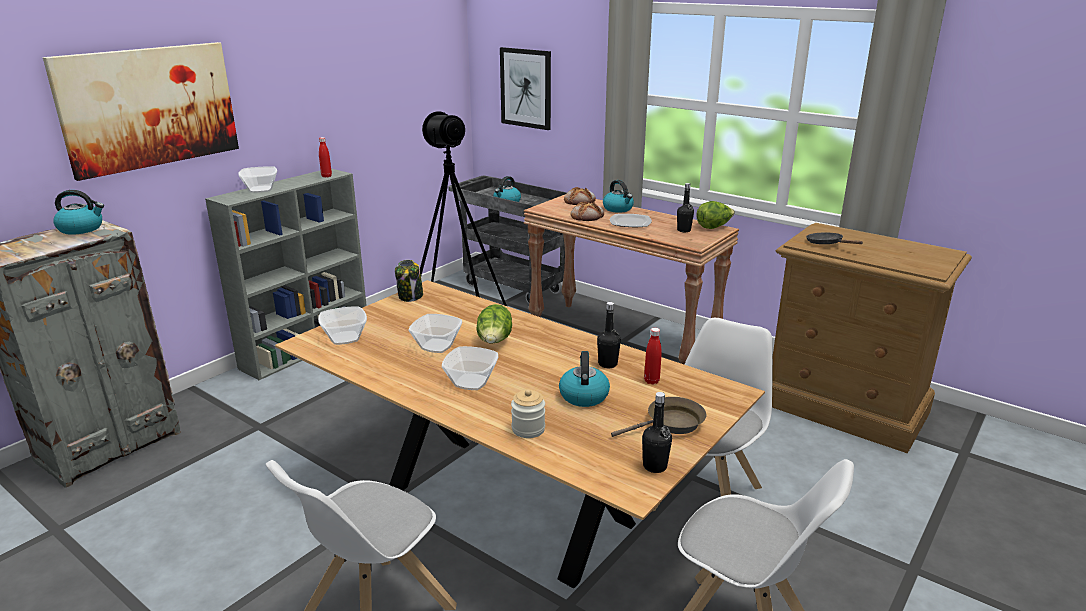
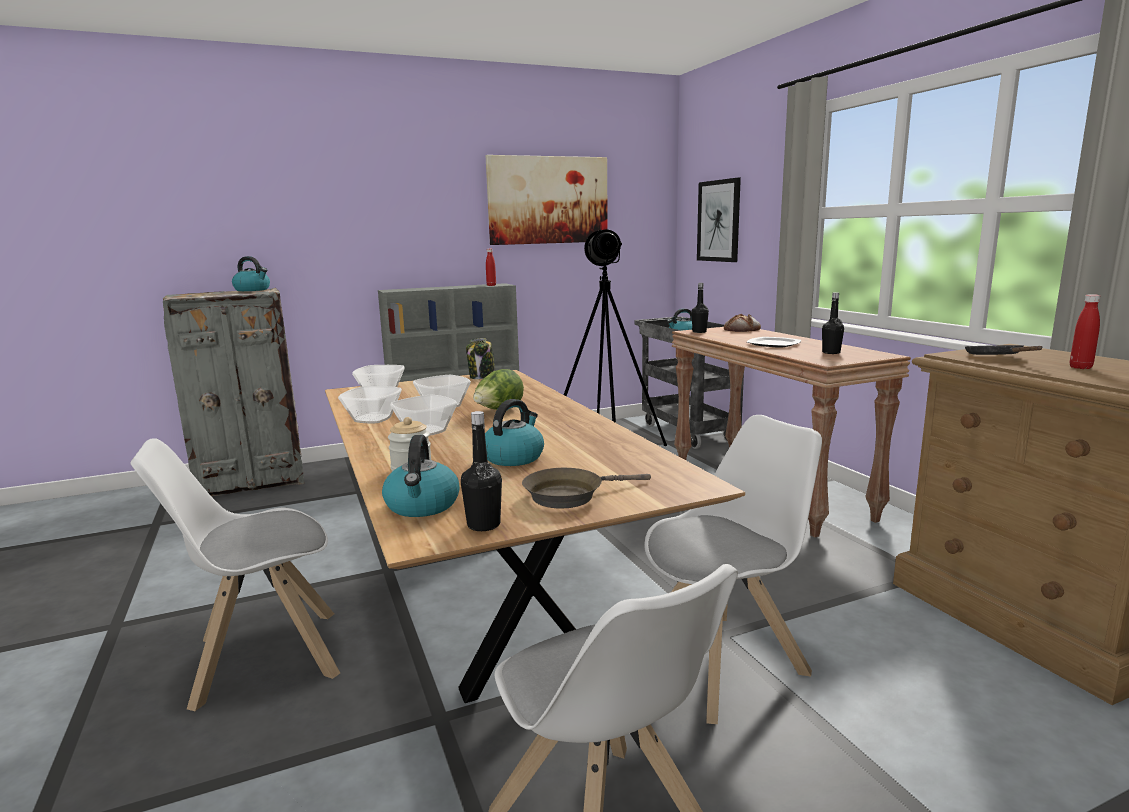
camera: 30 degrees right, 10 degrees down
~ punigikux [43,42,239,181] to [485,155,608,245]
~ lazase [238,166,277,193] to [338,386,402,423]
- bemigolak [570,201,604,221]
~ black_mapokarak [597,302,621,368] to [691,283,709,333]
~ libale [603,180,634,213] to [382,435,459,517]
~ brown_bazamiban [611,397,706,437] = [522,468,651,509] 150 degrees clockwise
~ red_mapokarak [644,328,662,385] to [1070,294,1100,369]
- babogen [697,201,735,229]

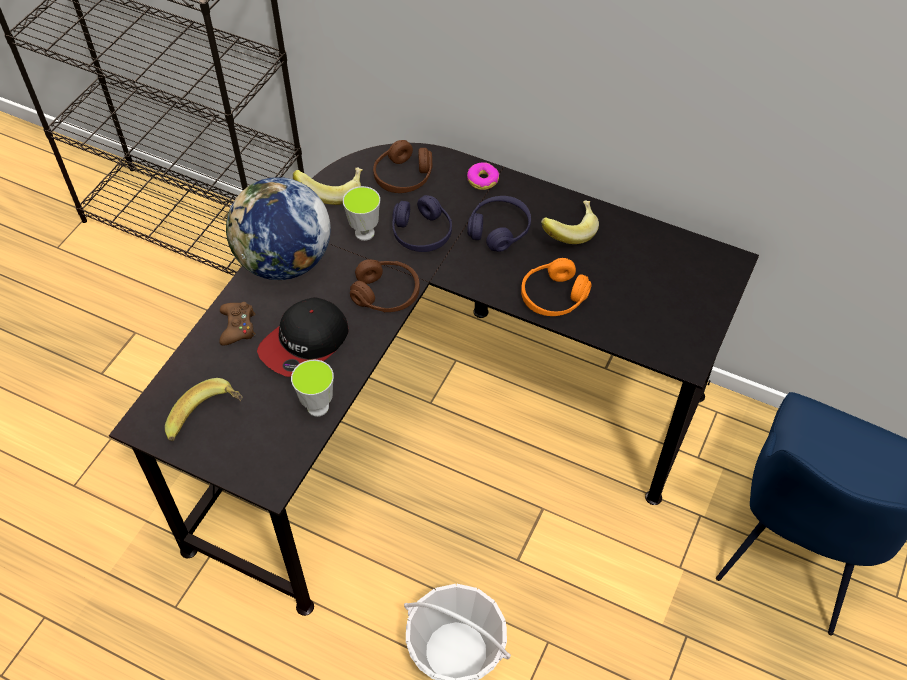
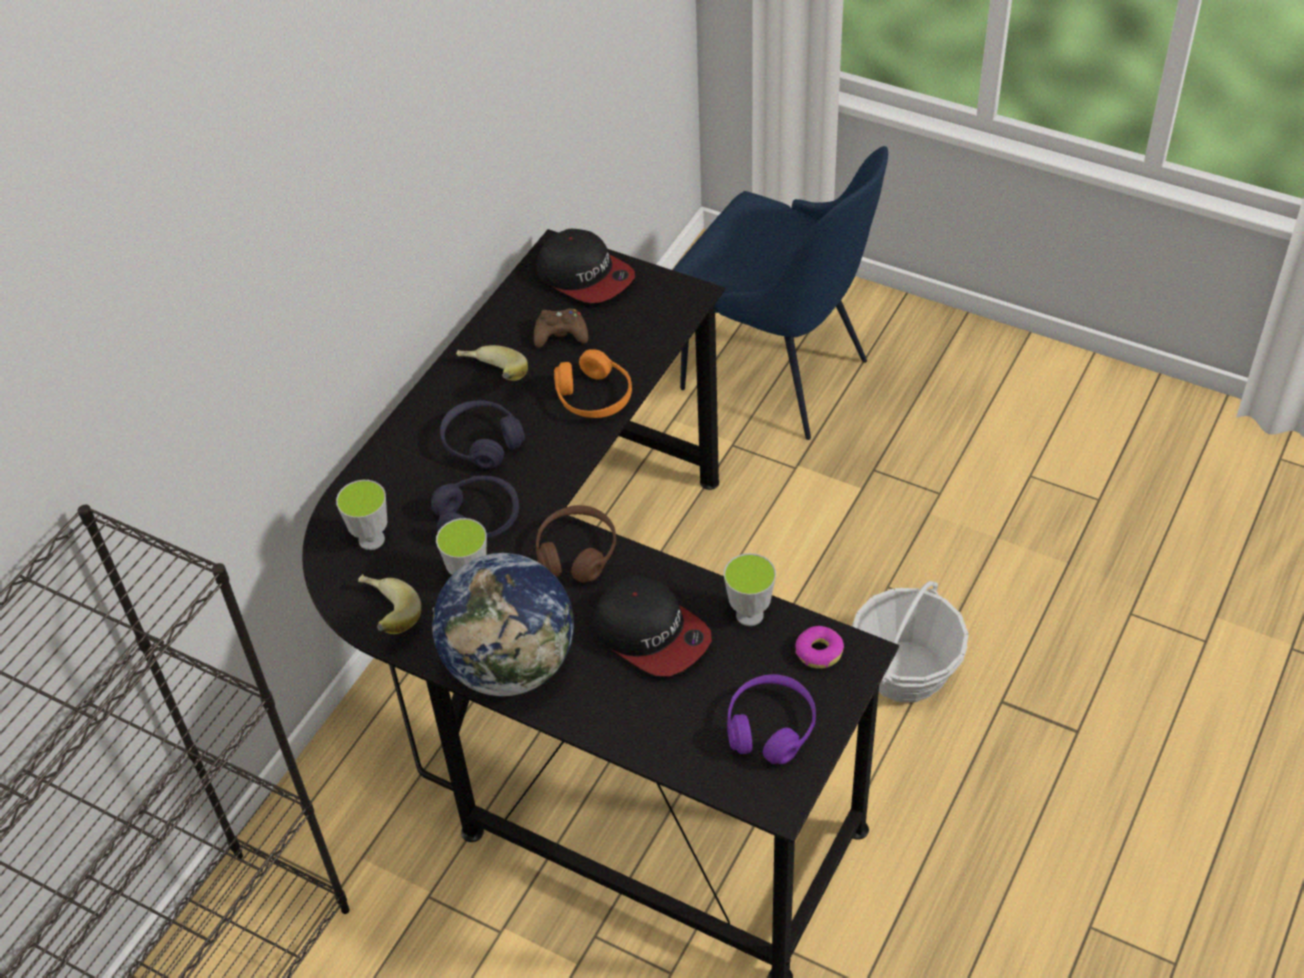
camera: 85 degrees left, 5 degrees down
~ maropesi [165,378,243,441] to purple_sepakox [727,674,816,764]
~ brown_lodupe [219,302,256,345] to [534,308,588,348]
~ brown_sepakox [373,140,432,193] to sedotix [336,480,387,550]
~ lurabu [467,162,499,190] to [795,626,844,669]
+ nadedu [536,229,635,303]

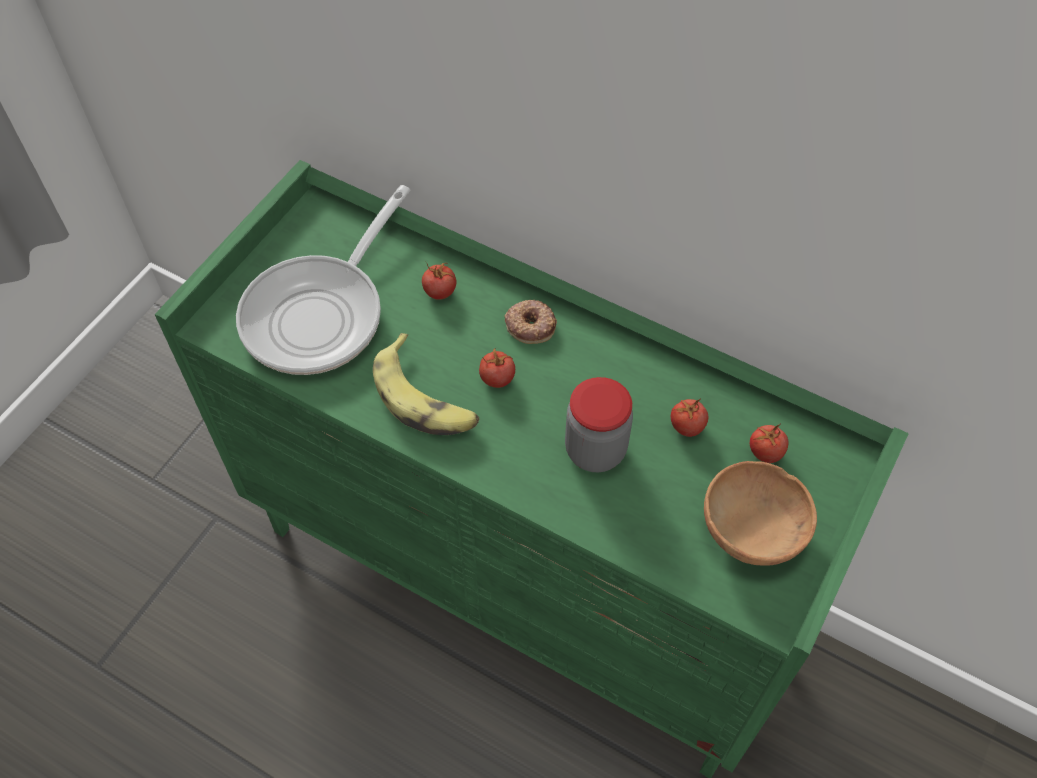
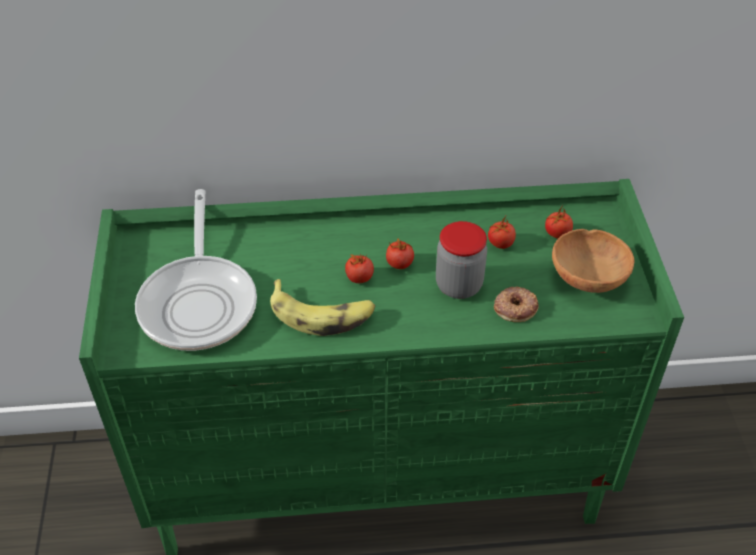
camera: 35 degrees left, 10 degrees down
~ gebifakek [422,262,456,299] to [386,238,414,269]
~ lurabu [505,300,557,344] to [494,287,539,322]

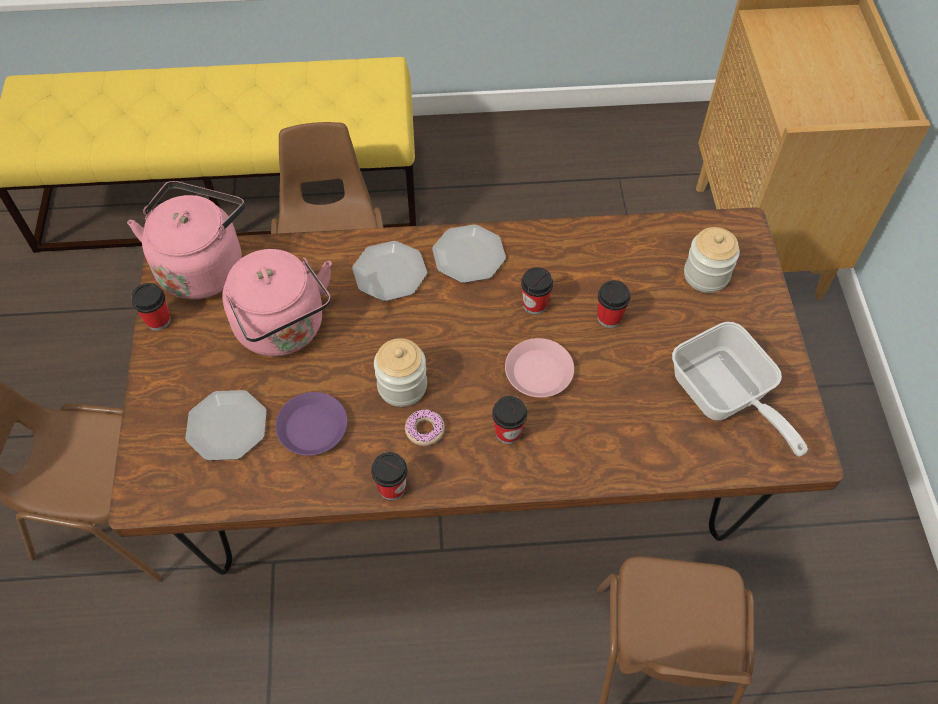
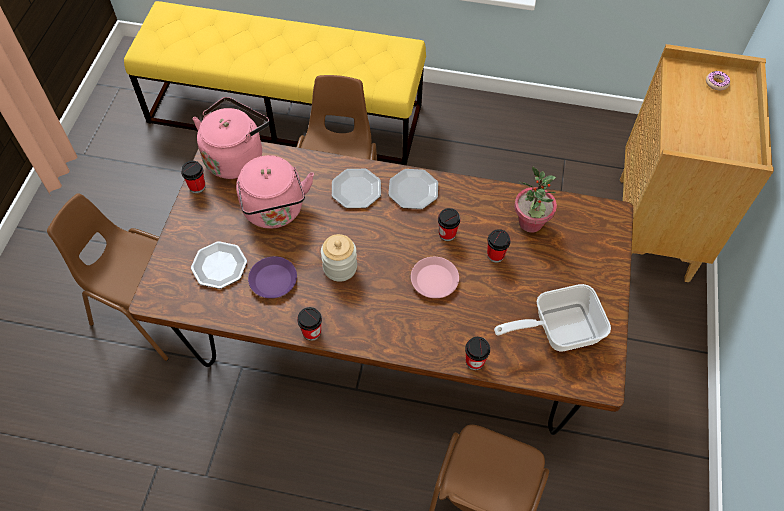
camera: 15 degrees right, 0 degrees up
~ lurabu [405,409,445,446] to [706,71,730,90]
~ sedotix [492,396,527,444] to [465,337,490,370]
~ bazamiban [672,322,808,457] = [494,284,611,352] 90 degrees clockwise
- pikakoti [684,227,740,293]
+ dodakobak [514,167,557,233]

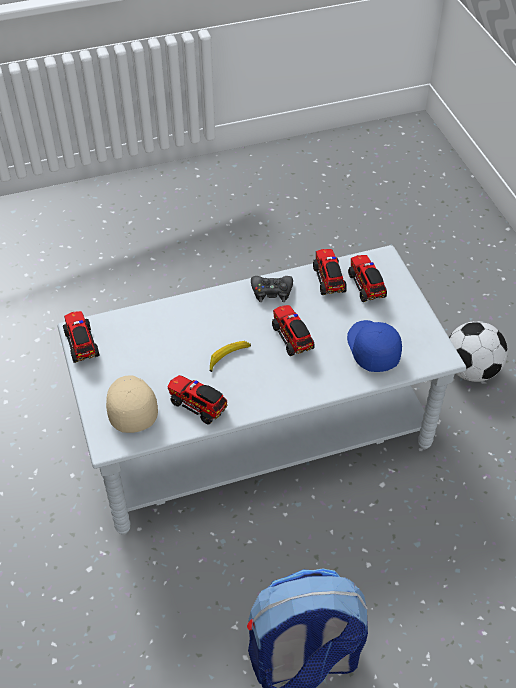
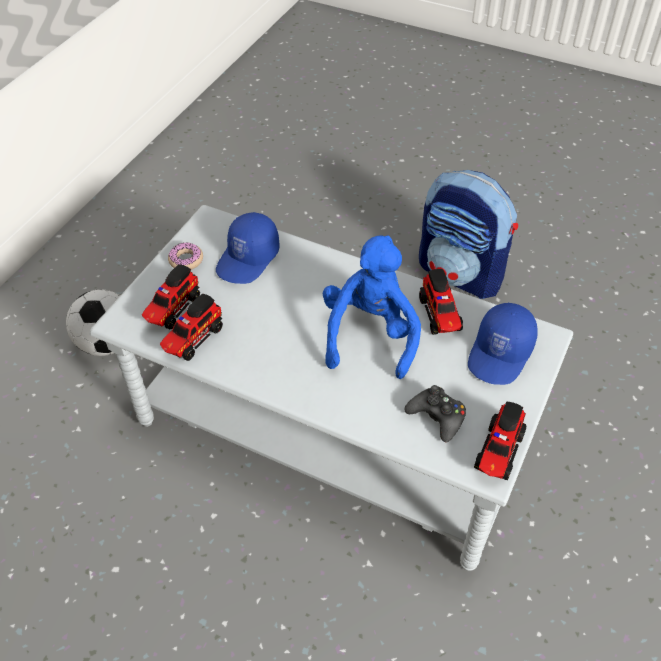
camera: 135 degrees left, 0 degrees up
~ beige_nadedu [106,375,158,433] to blue_nadedu [468,302,538,385]
~ maropesi [209,341,251,372] to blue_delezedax [323,235,421,379]
~ black_lodupe [251,276,293,302] to [404,385,466,443]
- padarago [272,305,314,356]
+ lurabu [168,242,203,270]

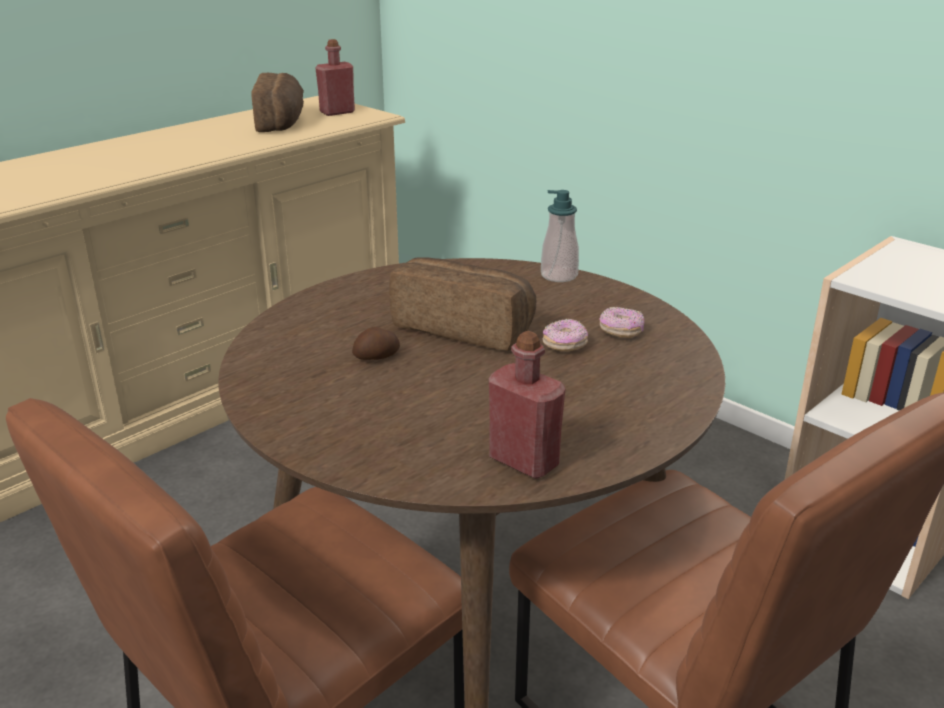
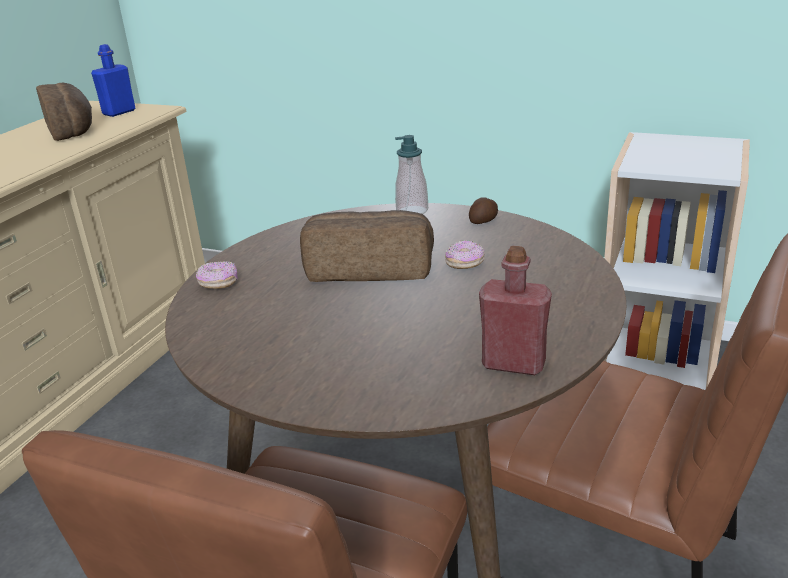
camera: 20 degrees left, 0 degrees up
~ red_mapokarak [315,39,355,116] to blue_mapokarak [91,44,135,117]
~ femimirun [352,327,400,360] to [469,197,498,224]
~ lurabu [600,307,644,338] to [196,261,238,289]

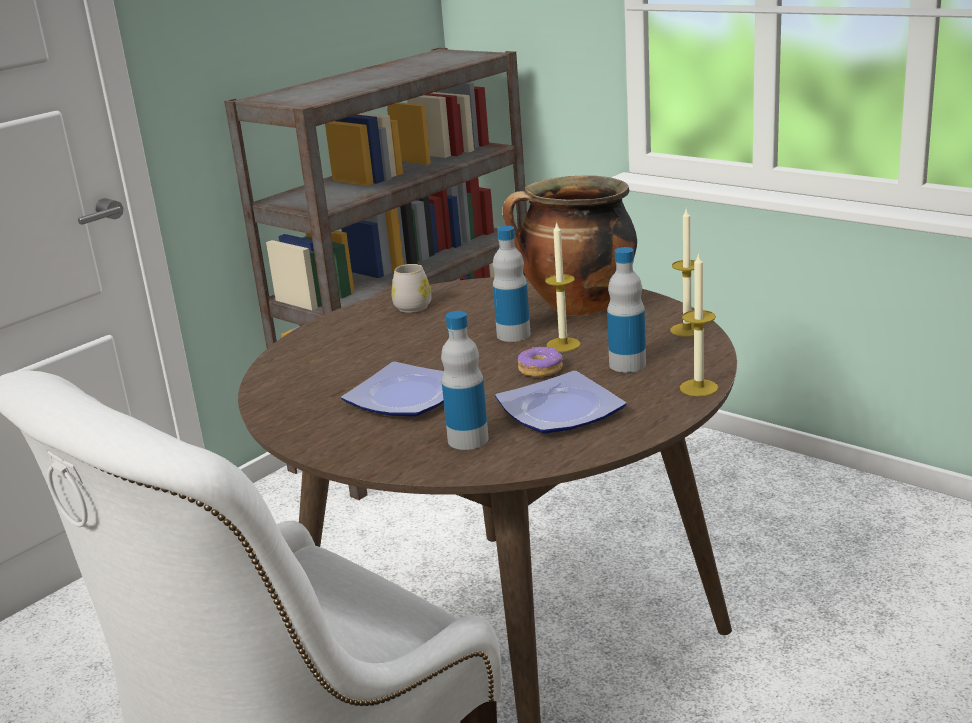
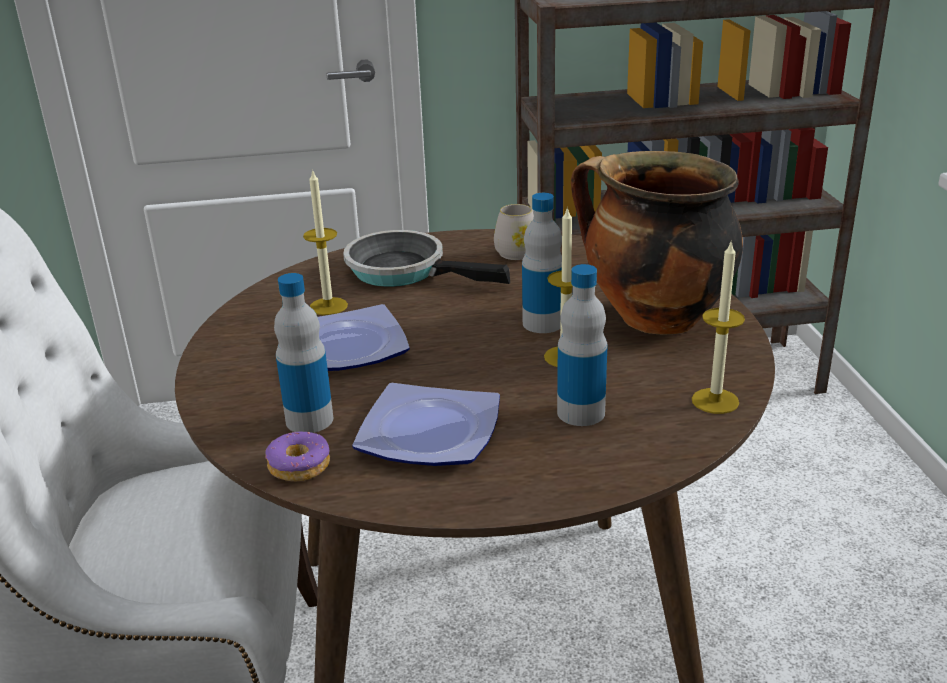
camera: 40 degrees right, 5 degrees up
~ lurabu [518,347,563,377] to [265,431,330,481]
~ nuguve [680,252,718,396] to [303,169,348,315]
+ bazamiban [343,230,510,287]

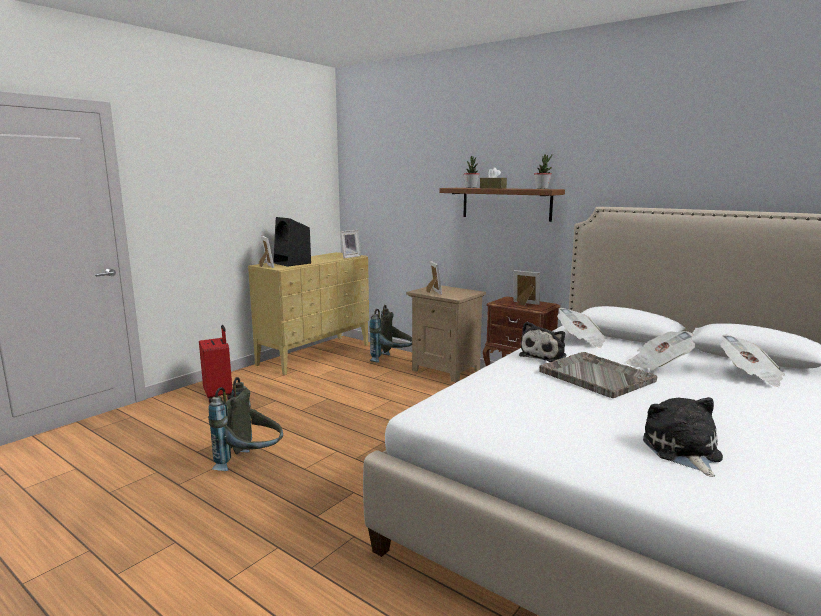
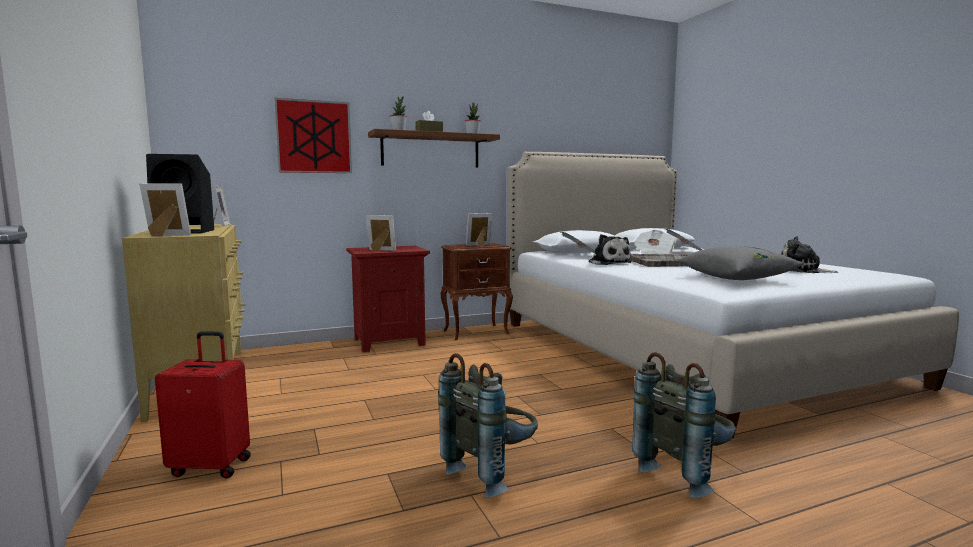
camera: 60 degrees left, 5 degrees down
~ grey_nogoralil [369,305,412,363] to [632,352,736,498]
~ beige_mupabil [406,285,486,382] to red_mupabil [346,246,430,352]
+ punigikux [274,98,352,173]
+ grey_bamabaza [679,246,804,280]

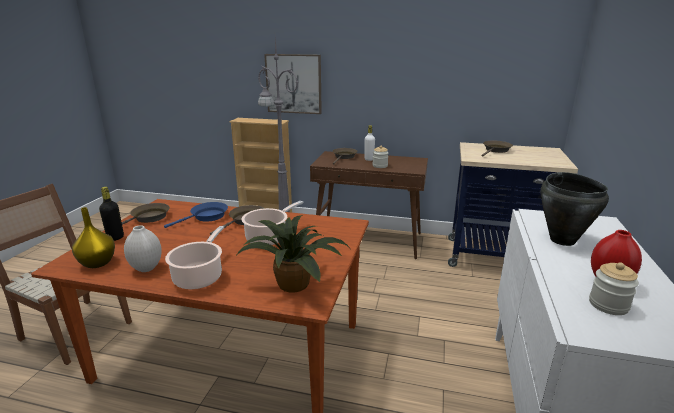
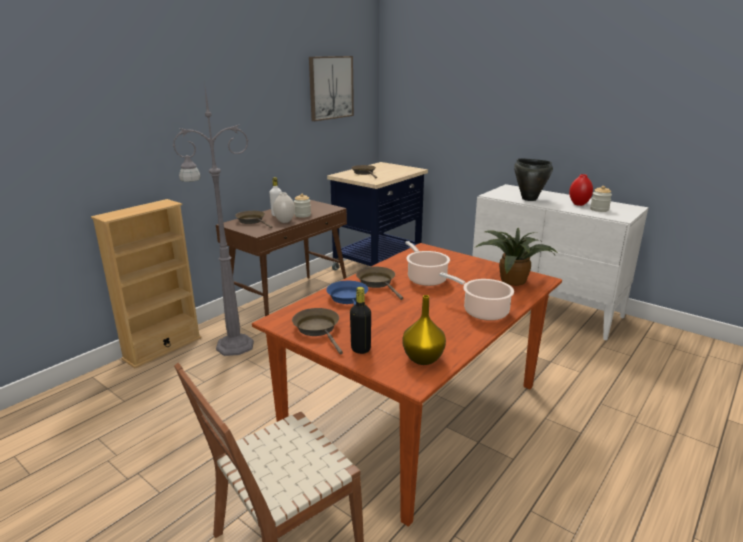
camera: 65 degrees left, 0 degrees up
~ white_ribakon [124,225,162,272] to [273,192,295,223]
~ punigikux [264,54,322,114] to [309,56,354,121]

